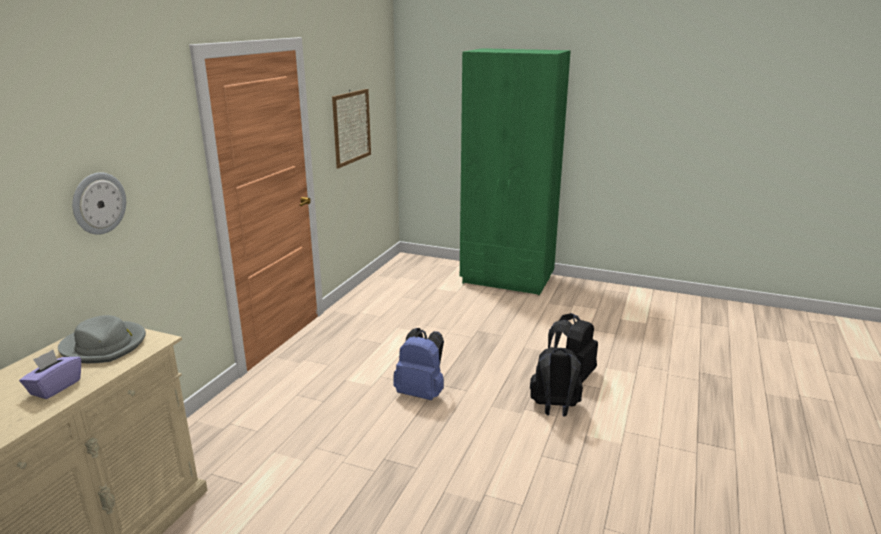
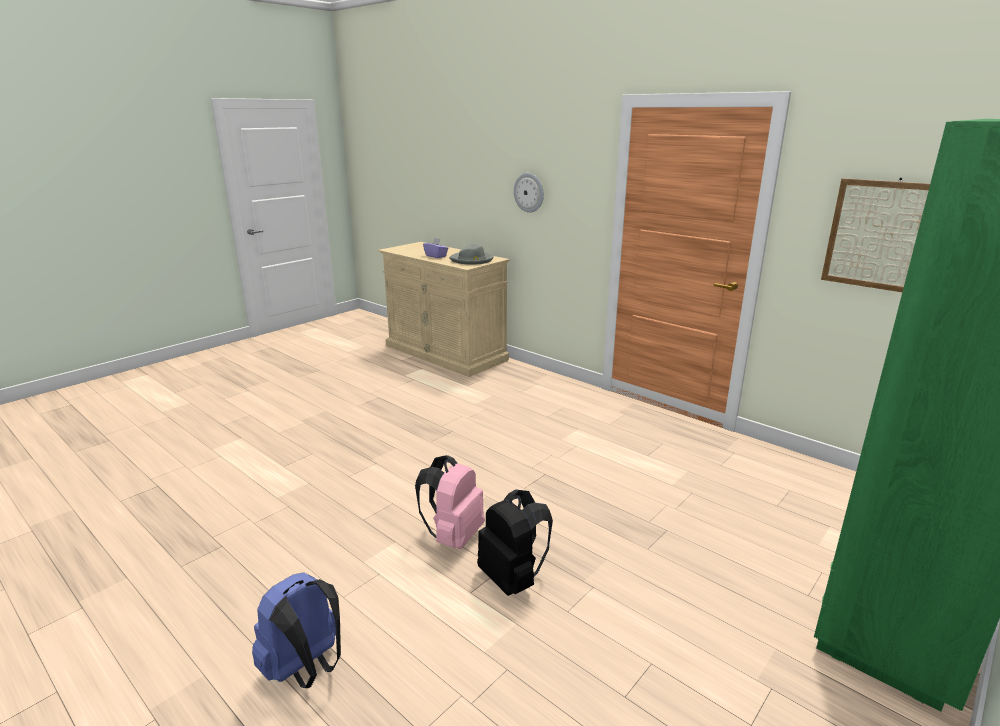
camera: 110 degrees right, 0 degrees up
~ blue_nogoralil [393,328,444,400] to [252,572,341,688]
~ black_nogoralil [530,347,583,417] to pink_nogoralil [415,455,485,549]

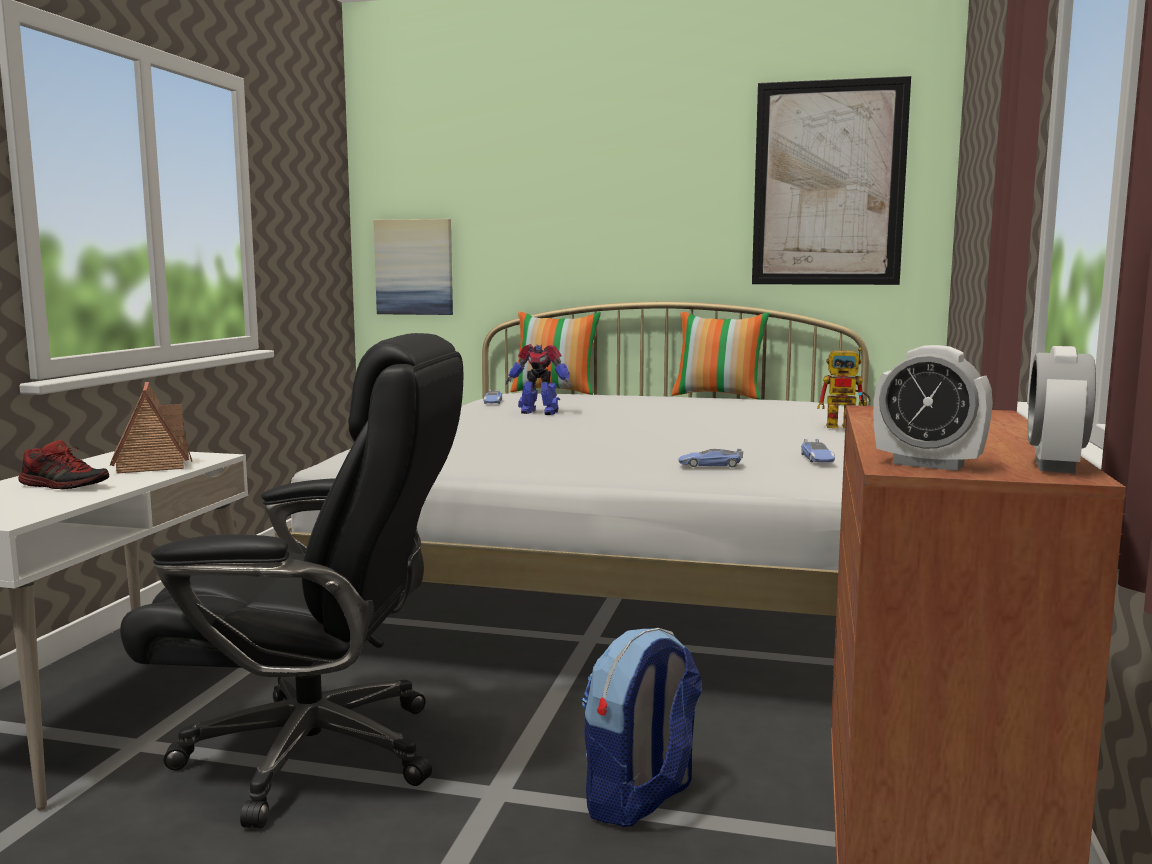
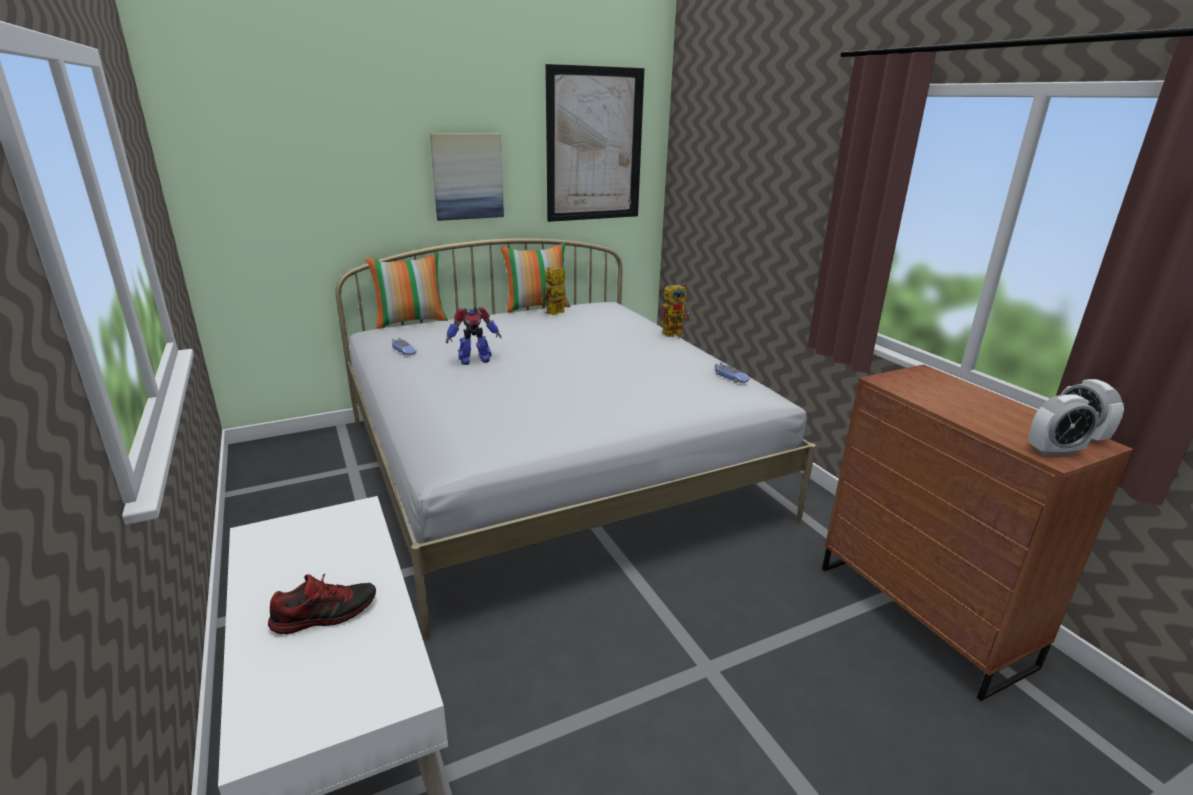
camera: 40 degrees left, 15 degrees up
- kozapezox [110,382,192,474]
- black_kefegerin [120,333,463,828]
~ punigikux [373,219,453,315] to [430,133,504,221]
- nogoralil [582,628,702,827]
- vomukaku [679,449,743,467]
+ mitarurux [540,267,565,315]

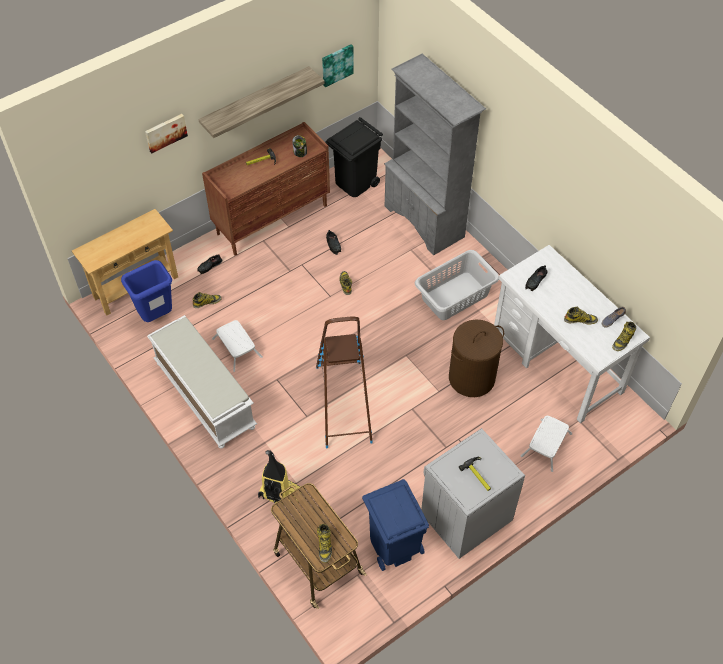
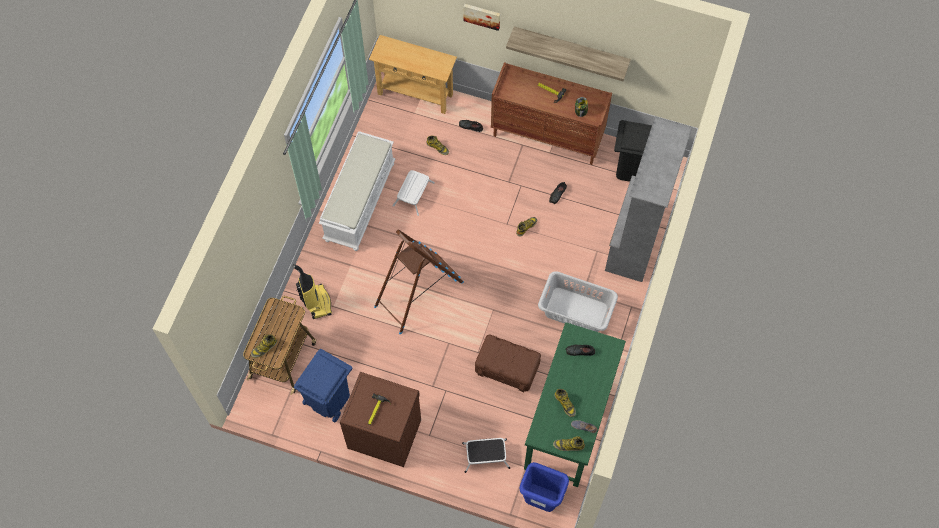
camera: 55 degrees right, 10 degrees up
~ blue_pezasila [121,260,172,322] to [519,462,569,512]
- punigikux [322,44,354,87]
~ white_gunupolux [421,428,525,559] to brown_gunupolux [340,372,421,467]
~ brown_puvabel [449,320,504,397] to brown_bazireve [475,335,541,392]
~ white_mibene [494,245,650,423] to green_mibene [524,322,626,487]
~ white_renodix [521,416,572,472] to black_renodix [462,438,510,473]

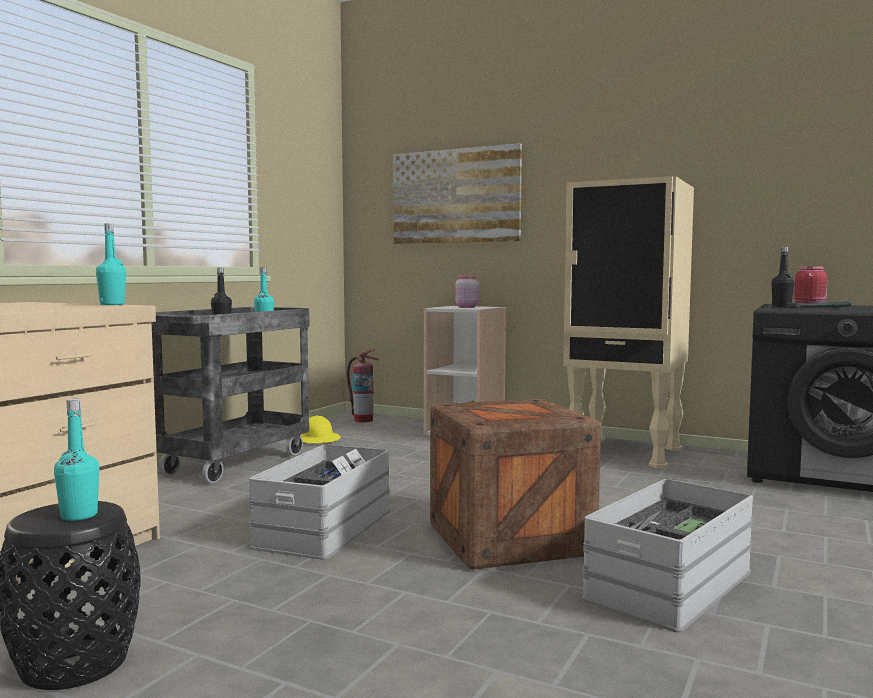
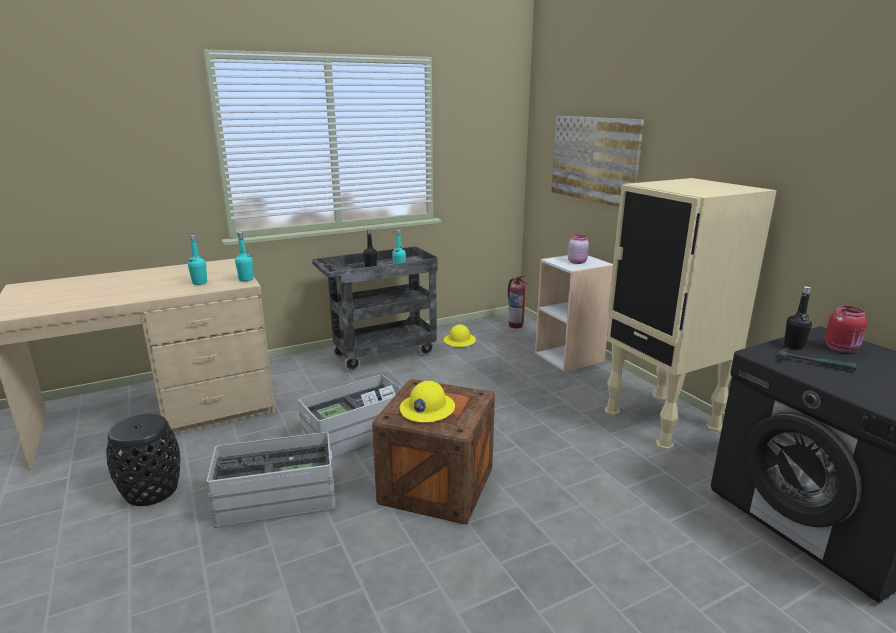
camera: 35 degrees right, 15 degrees up
~ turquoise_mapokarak [54,399,99,521] to [188,235,207,285]
~ grey_bazireve [582,479,754,633] to [206,432,336,528]
+ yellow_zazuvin [400,381,455,422]

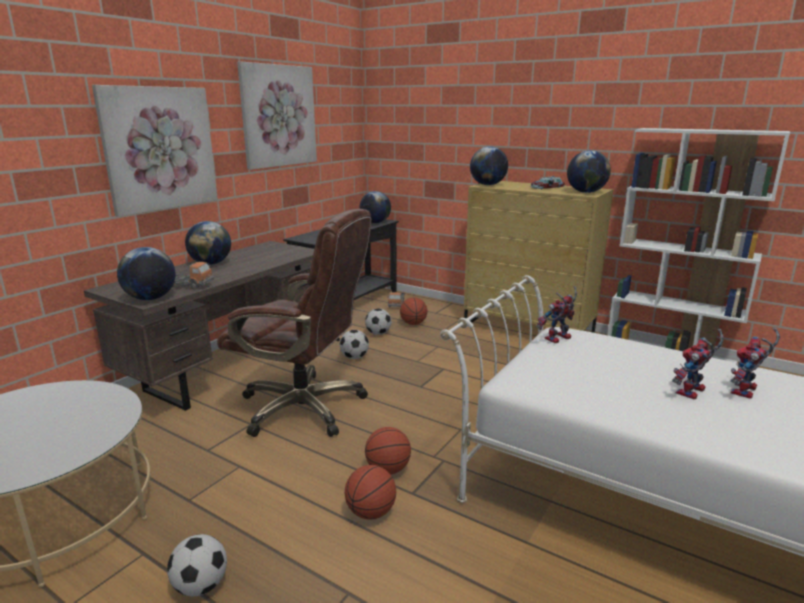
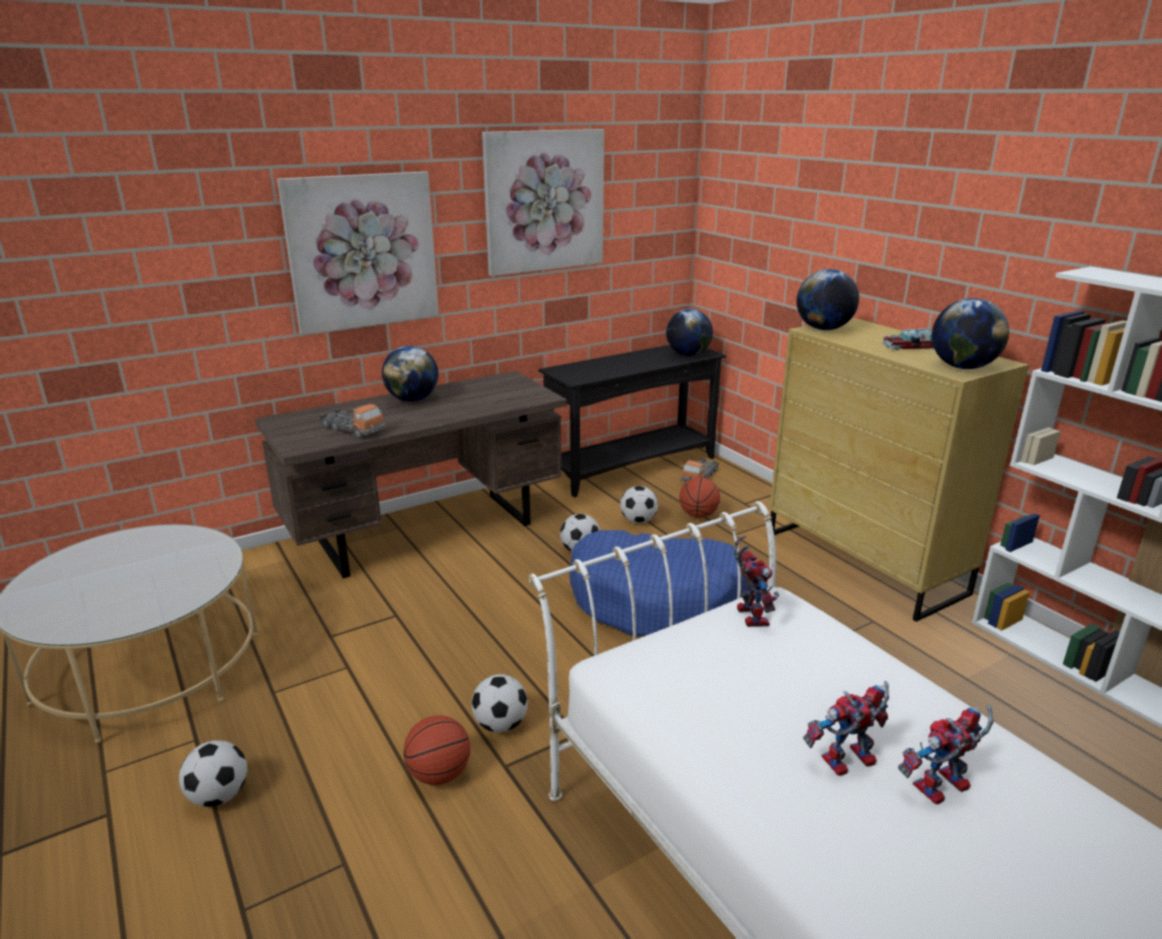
camera: 25 degrees right, 5 degrees up
- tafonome [117,247,176,300]
- brown_kefegerin [217,209,372,437]
~ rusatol [365,427,411,474] to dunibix [471,674,528,733]
~ mitarurux [536,286,577,343] = [734,535,779,627] 90 degrees clockwise
+ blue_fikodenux [570,530,749,636]

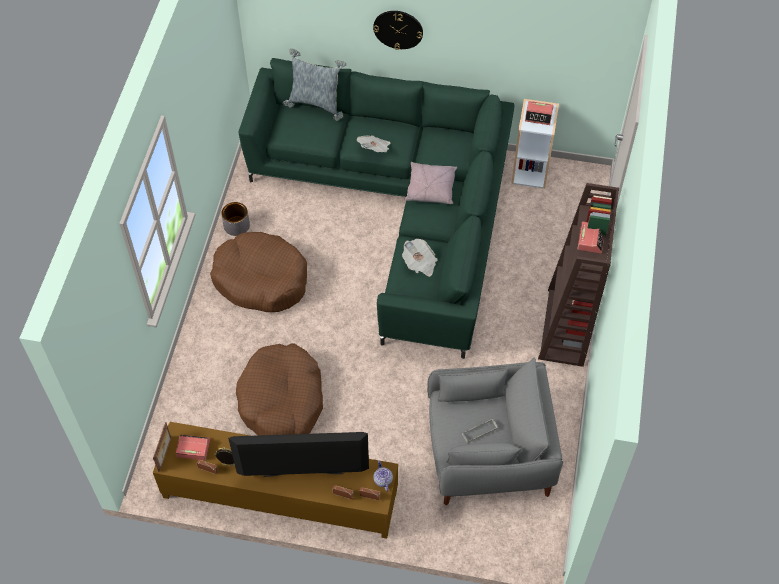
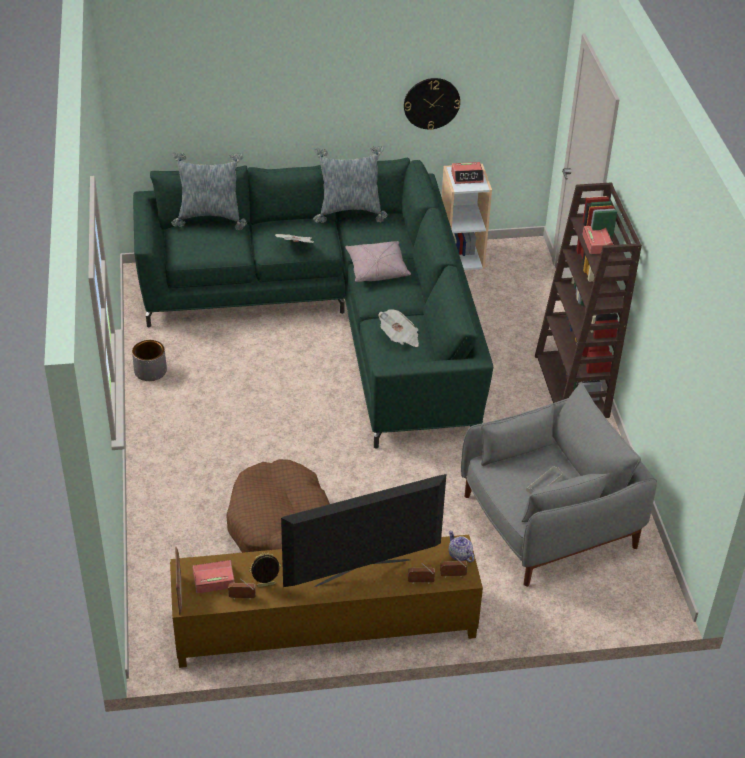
camera: 20 degrees left, 15 degrees down
- brown_fikodenux [210,232,307,312]
~ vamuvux [373,11,423,50] to [404,78,460,130]
+ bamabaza [313,146,388,223]

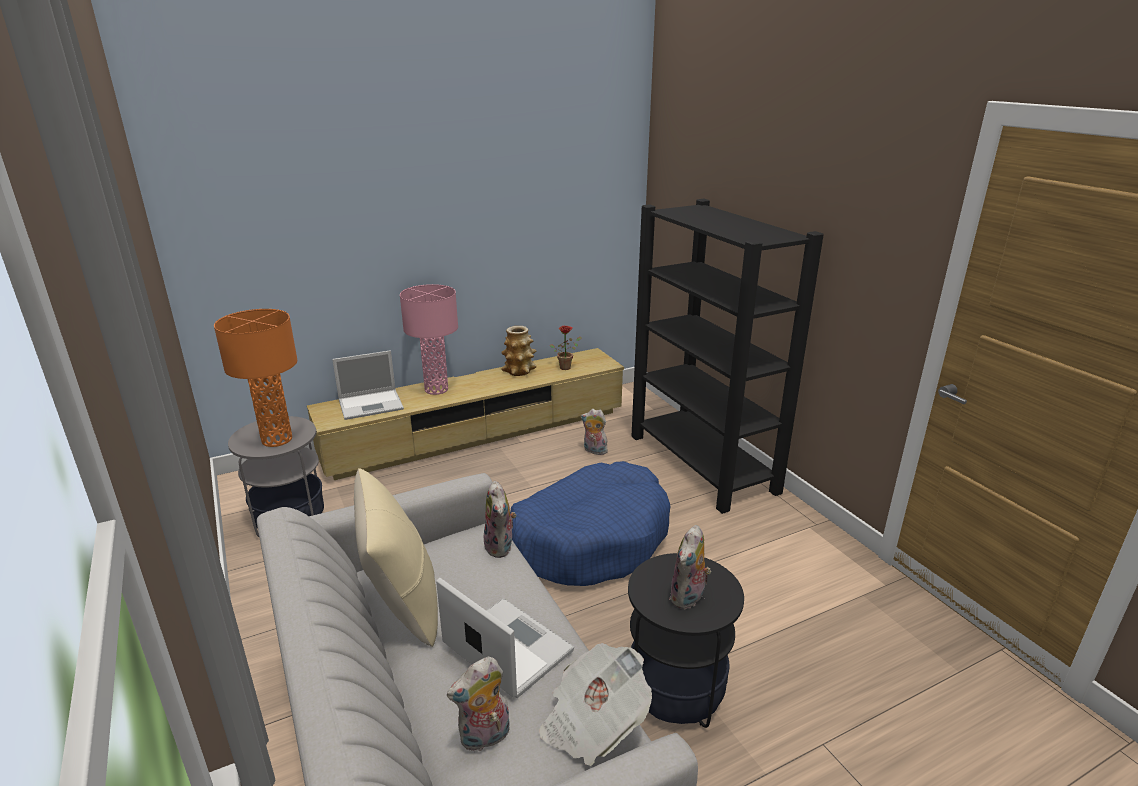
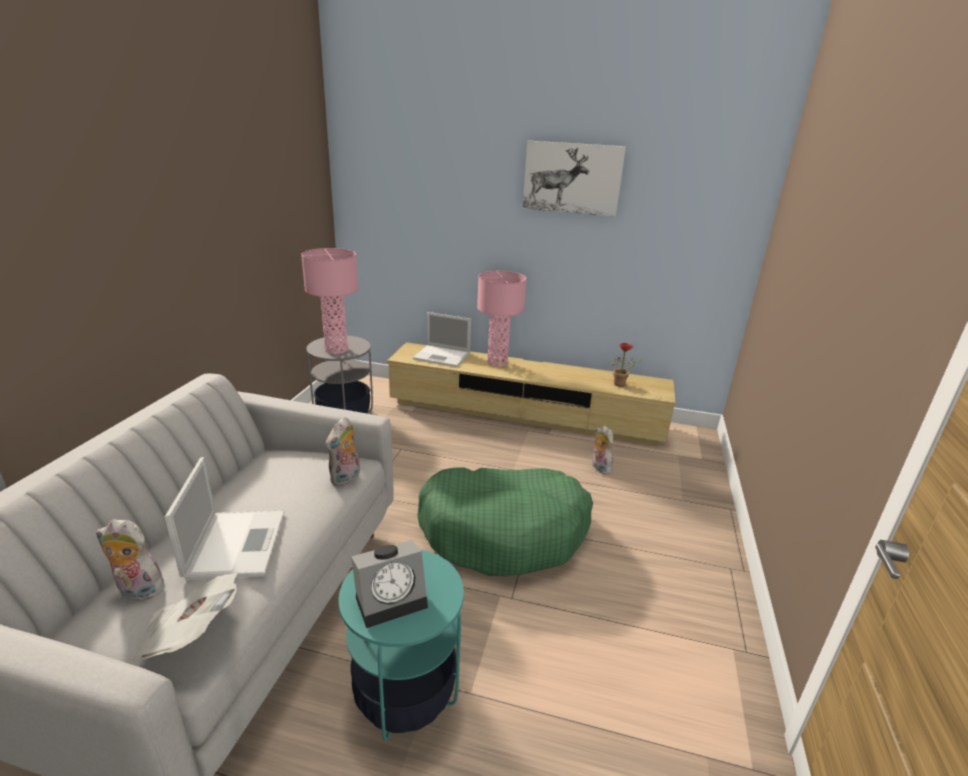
camera: 40 degrees right, 0 degrees up
~ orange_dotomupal [214,309,297,447] to pink_dotomupal [301,248,358,354]
- beige_bamabaza [354,468,438,647]
- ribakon [501,326,537,376]
~ blue_fikodenux [510,461,671,586] to green_fikodenux [417,467,593,576]
~ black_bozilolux [628,553,744,728] to turquoise_bozilolux [339,550,464,741]
- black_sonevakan [631,199,824,514]
~ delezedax [670,525,711,609] to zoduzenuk [351,540,428,628]
+ punigikux [523,141,626,217]

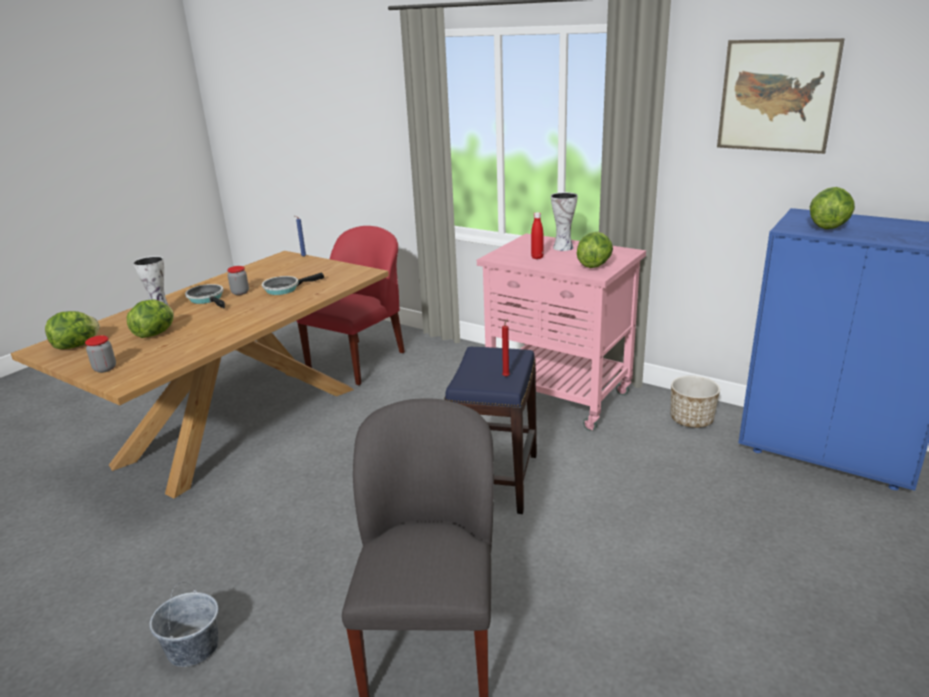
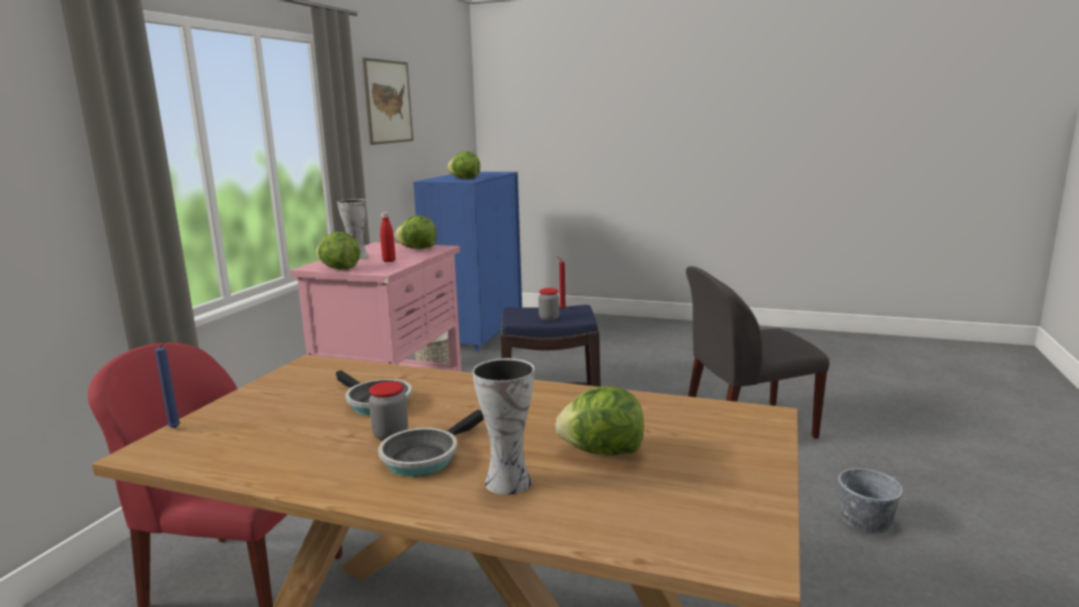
camera: 105 degrees left, 10 degrees down
~ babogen [45,311,100,349] to [316,232,360,269]
~ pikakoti [85,335,116,373] to [538,288,560,321]

